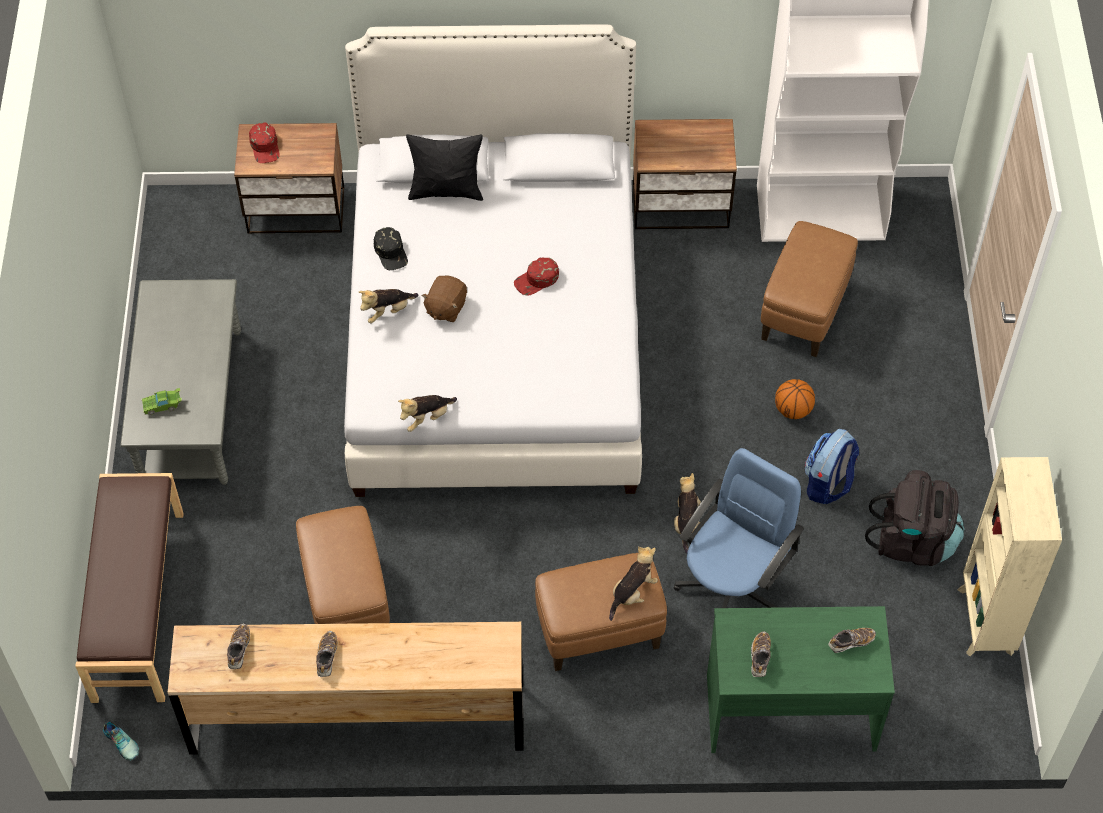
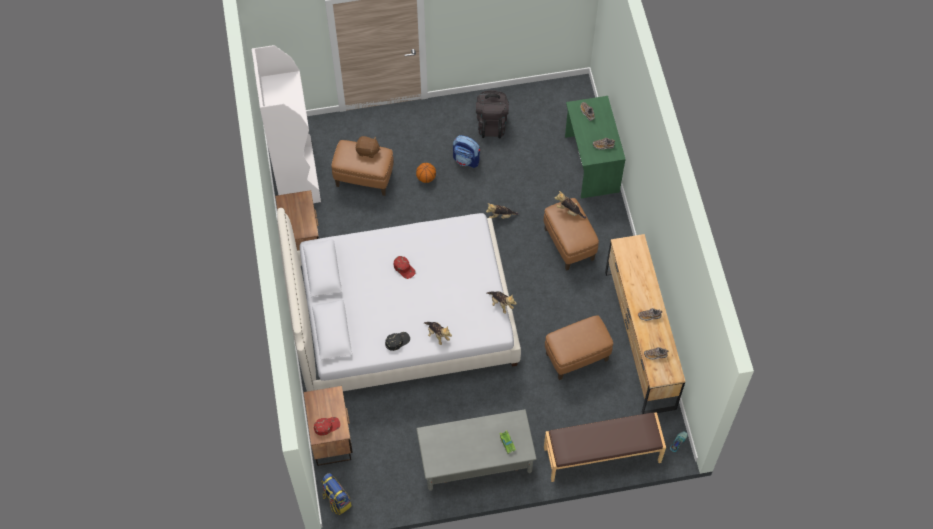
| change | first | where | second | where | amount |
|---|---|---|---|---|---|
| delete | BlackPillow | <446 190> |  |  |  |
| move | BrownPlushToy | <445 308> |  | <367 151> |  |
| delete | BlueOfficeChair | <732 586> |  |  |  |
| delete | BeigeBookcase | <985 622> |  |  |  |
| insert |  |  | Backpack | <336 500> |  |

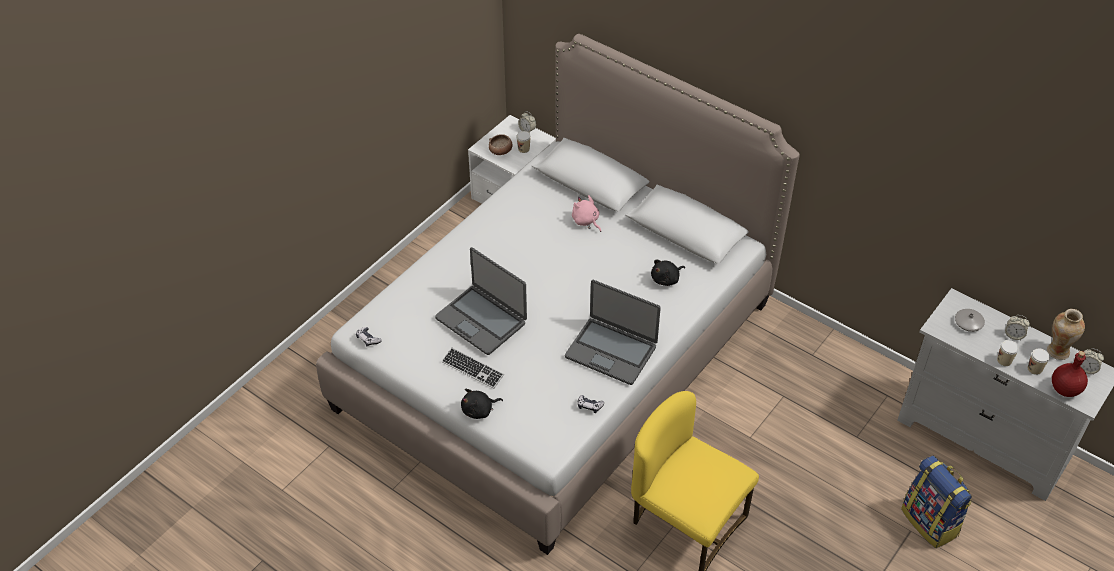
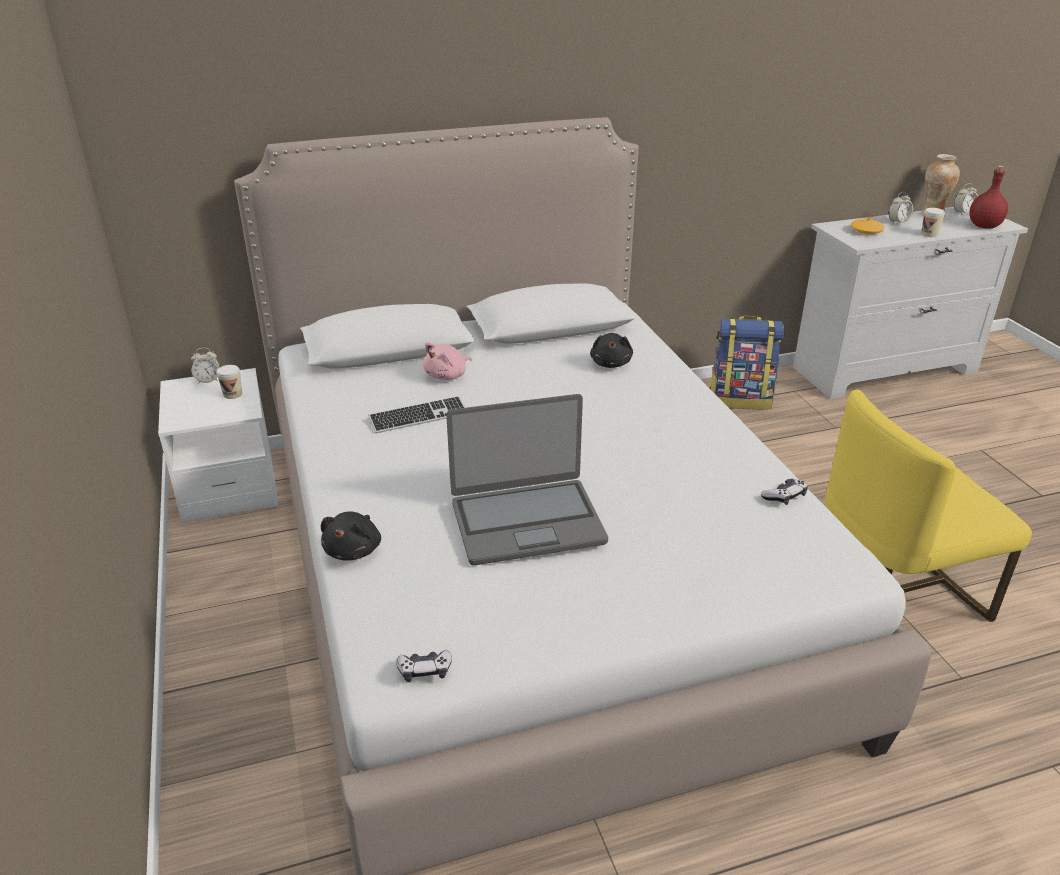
| change | first | where | second | where | amount |
|---|---|---|---|---|---|
| delete | Bowl | <501 151> |  |  |  |
| rotate | PinkPlushToy | <586 221> |  | <447 376> | 45 degrees counterclockwise |
| delete | Laptop | <611 351> |  |  |  |
| recolor | GreyVase | <968 323> | OrangeVase | <866 231> |  |
| move | Keyboard | <472 369> |  | <418 417> |  |
| delete | Cup | <1034 369> |  |  |  |
| move | BlackPlushToy | <479 410> |  | <354 550> |  |
| move | Backpack | <931 522> |  | <740 399> |  |

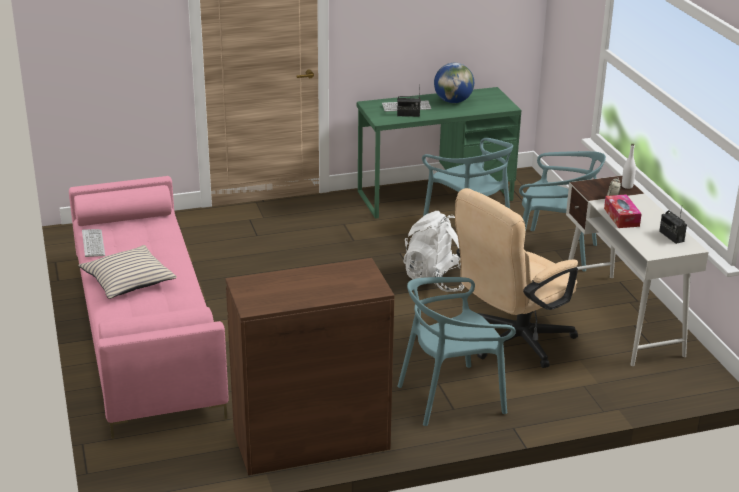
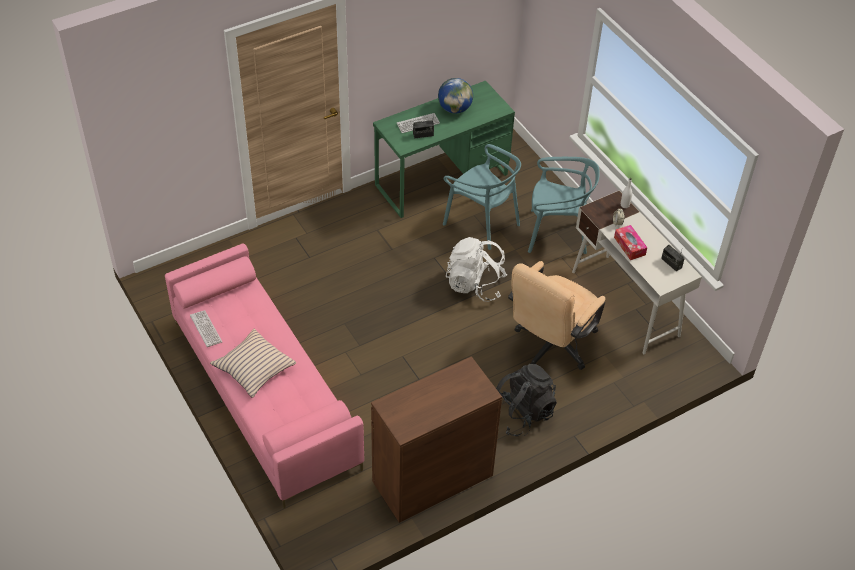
| change | first | where | second | where | amount |
|---|---|---|---|---|---|
| replace | TurquoiseChair | <451 397> | BlackBackpack | <521 413> |  |

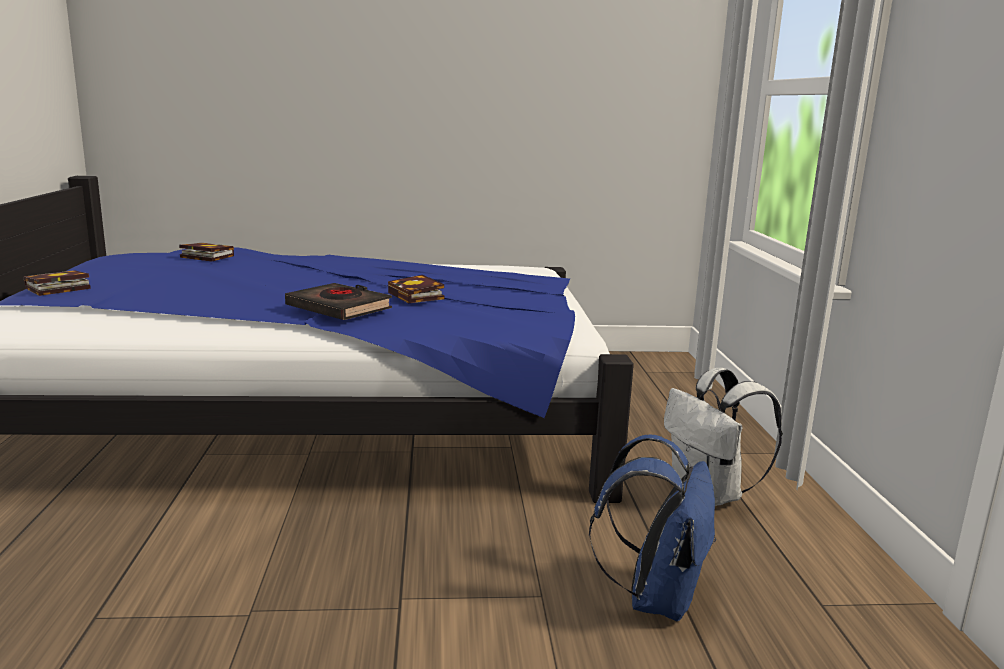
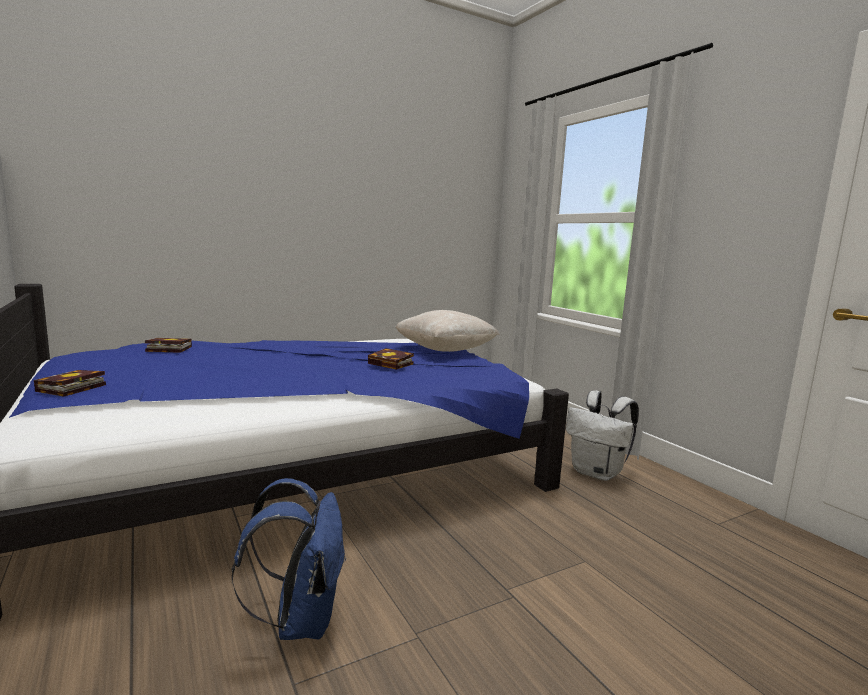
| change | first | where | second | where | amount |
|---|---|---|---|---|---|
| delete | BlackBook | <339 308> |  |  |  |
| move | BlueBackpack | <655 597> |  | <301 619> |  |
| insert |  |  | BeigePillow | <445 351> |  |

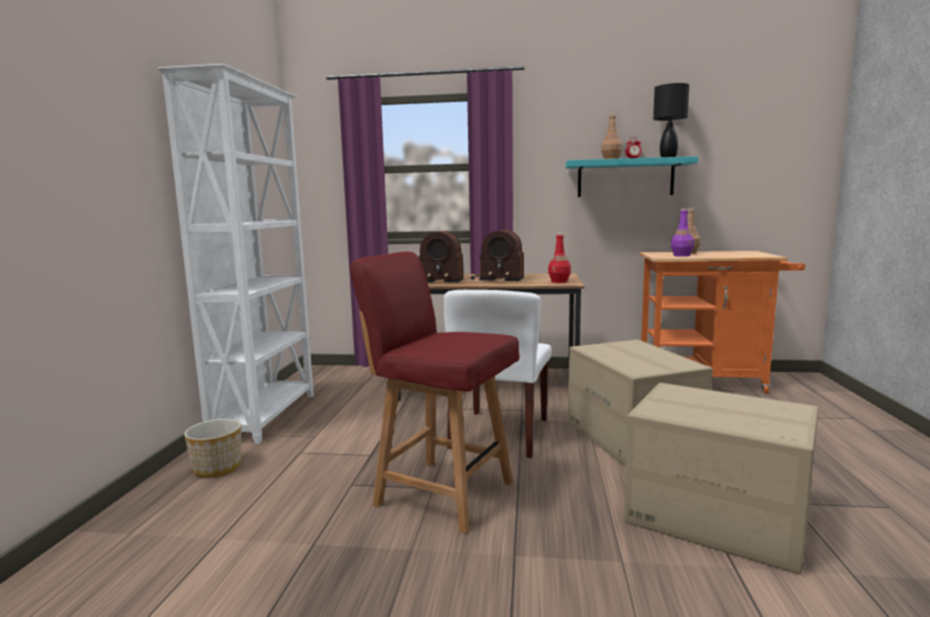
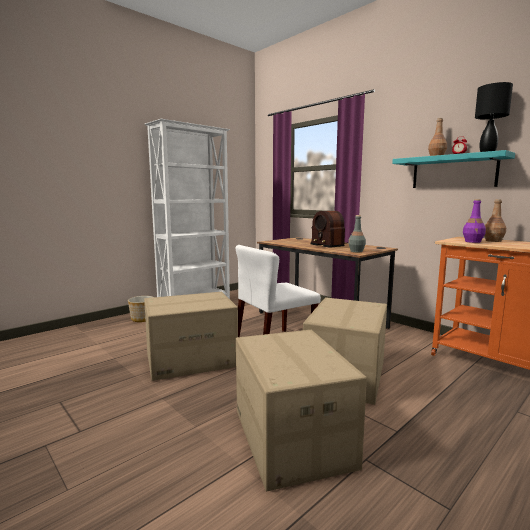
| change | first | where | second | where | amount |
|---|---|---|---|---|---|
| delete | Radio | <436 280> |  |  |  |
| recolor | RedBottle | <559 281> | GreyBottle | <356 251> |  |
| replace | RedChair | <442 492> | CardboardBox | <191 360> |  |

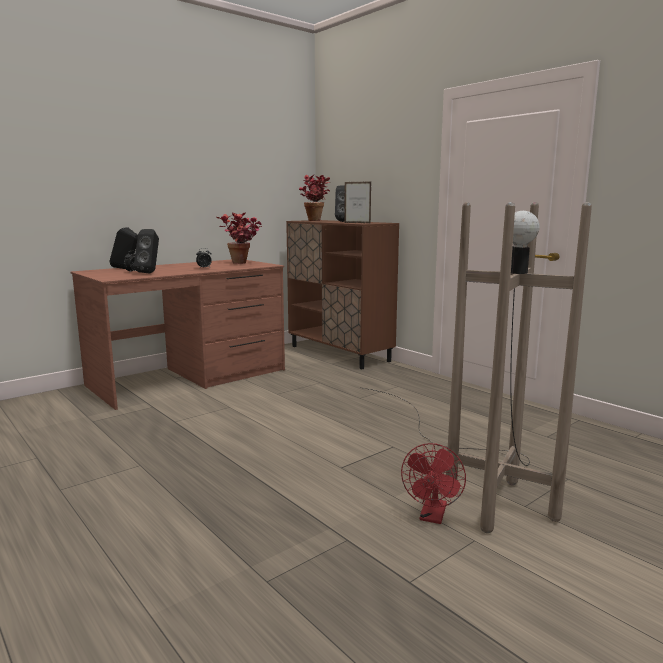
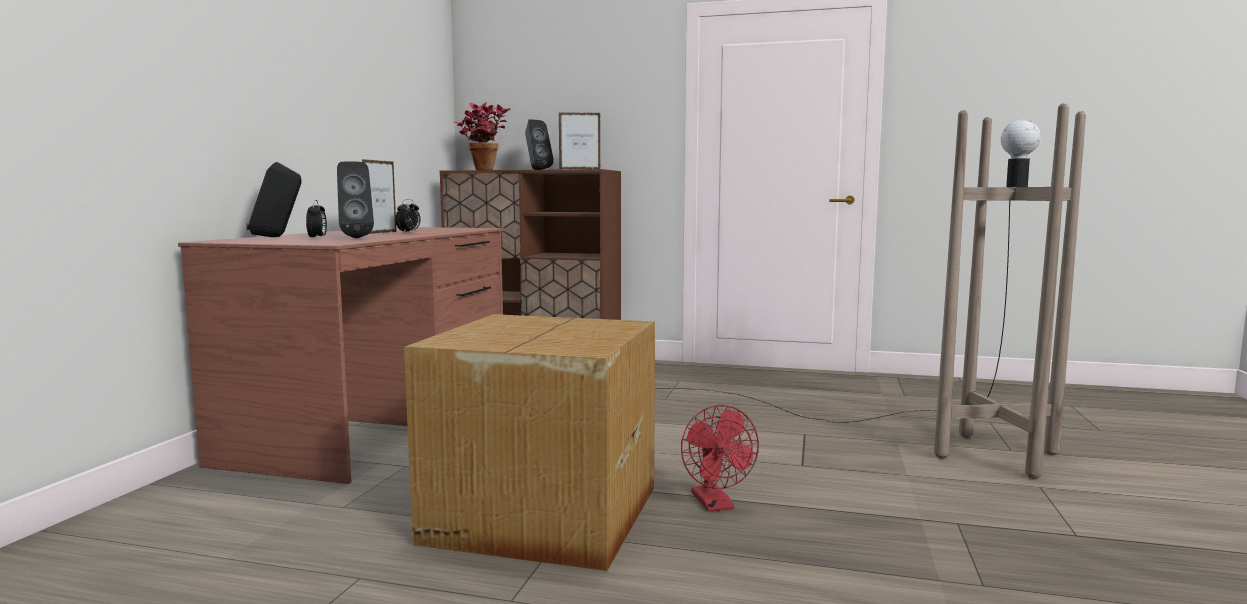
| change | first | where | second | where | amount |
|---|---|---|---|---|---|
| delete | PottedPlant | <242 263> |  |  |  |
| move | RedFan | <432 516> |  | <716 505> |  |
| insert |  |  | PictureFrame | <381 233> |  |
| insert |  |  | CardboardBox | <539 515> |  |

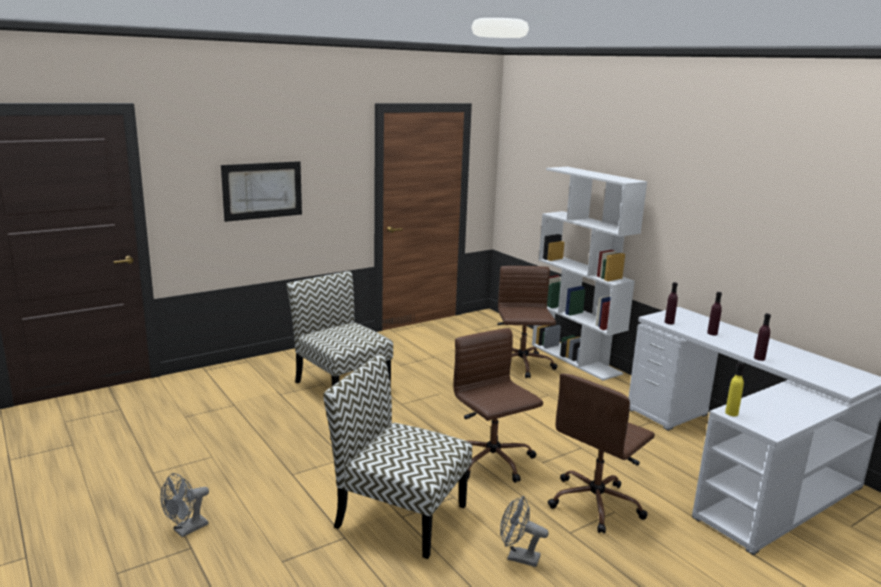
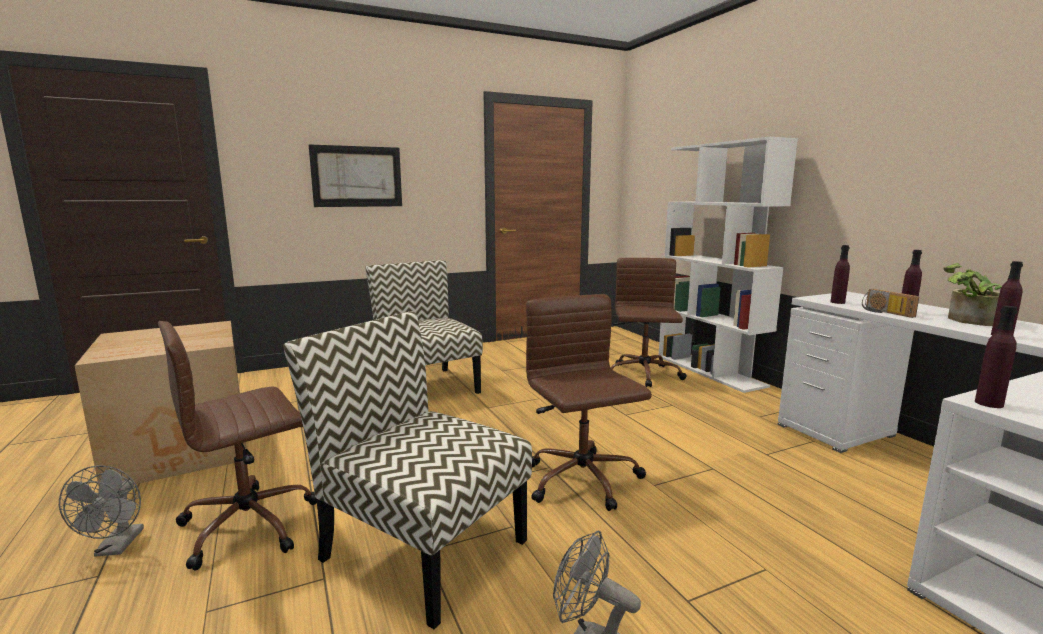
| change | first | where | second | where | amount |
|---|---|---|---|---|---|
| recolor | YellowBottle | <731 413> | PurpleBottle | <988 403> |  |
| move | BrownOfficeChair | <596 503> |  | <251 524> |  |
| rotate | GreyFan | <186 530> |  | <116 547> | 60 degrees counterclockwise |
| insert |  |  | PottedPlant | <969 321> |  |
| insert |  |  | Radio | <885 312> |  |
| insert |  |  | CardboardBox | <183 449> |  |

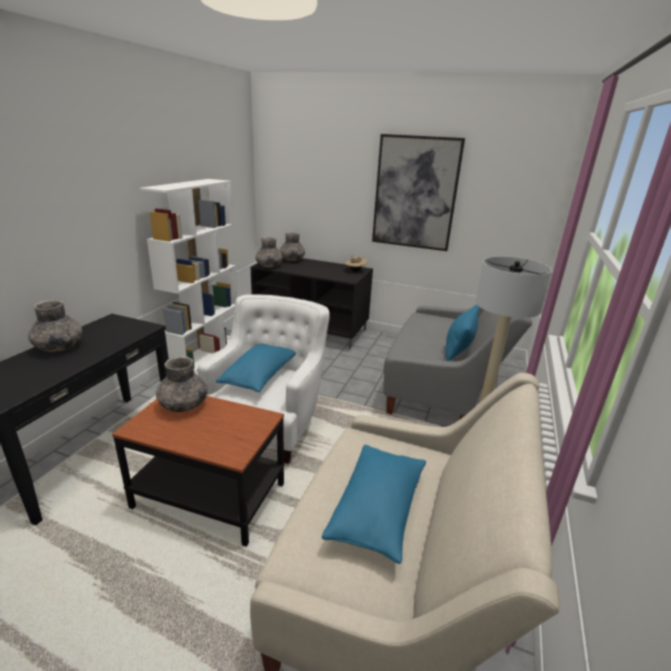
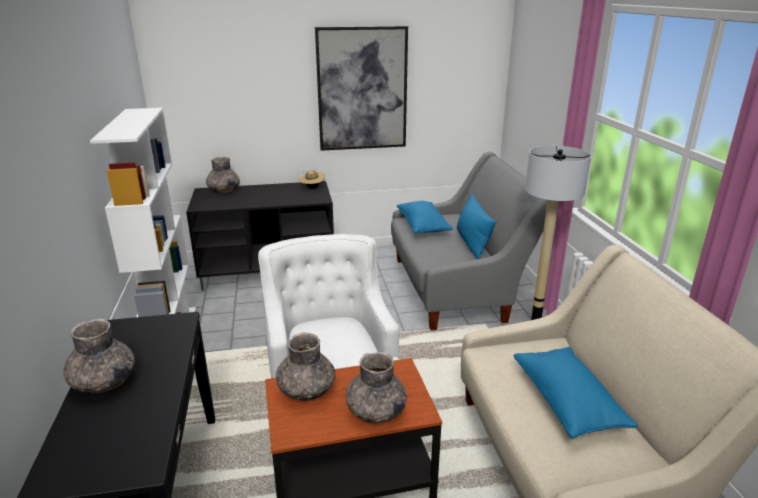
| change | first | where | second | where | amount |
|---|---|---|---|---|---|
| move | GreyVase | <269 265> |  | <376 411> |  |
| move | BluePillow | <260 376> |  | <423 226> |  |

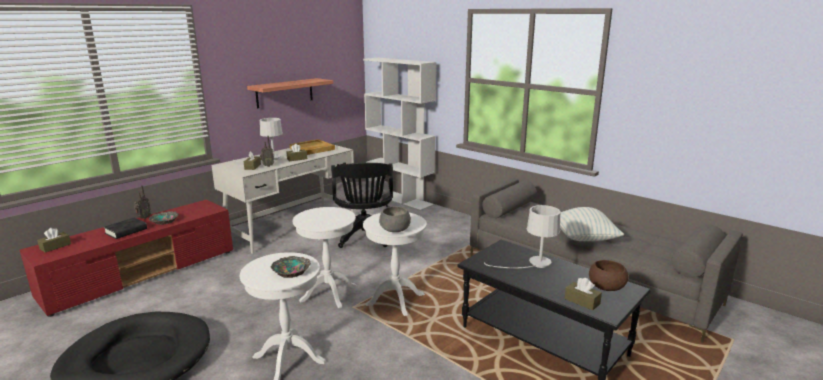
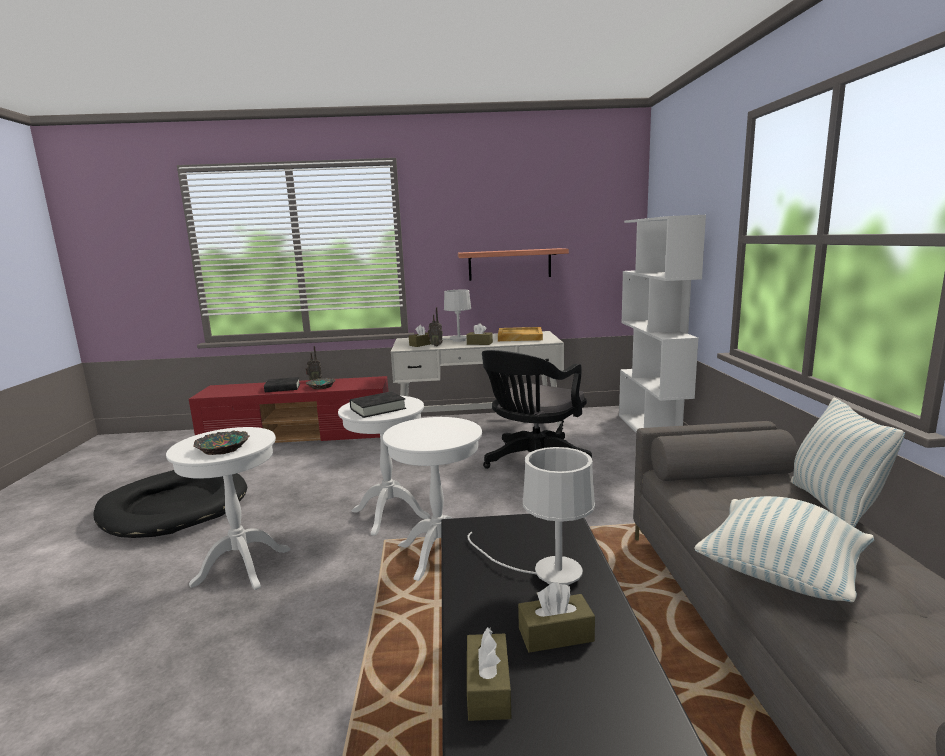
| change | first | where | second | where | amount |
|---|---|---|---|---|---|
| delete | GreyBowl | <394 229> |  |  |  |
| move | BrownTissueBox | <55 246> |  | <556 635> |  |
| delete | BrownBowl | <607 286> |  |  |  |
| insert |  |  | BlackBook | <378 409> |  |
| insert |  |  | Pillow | <833 505> |  |

